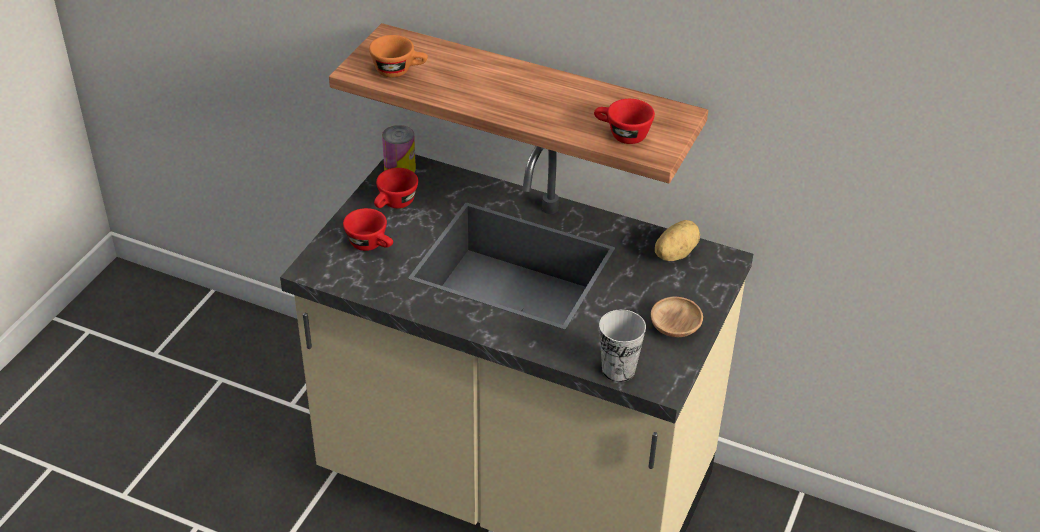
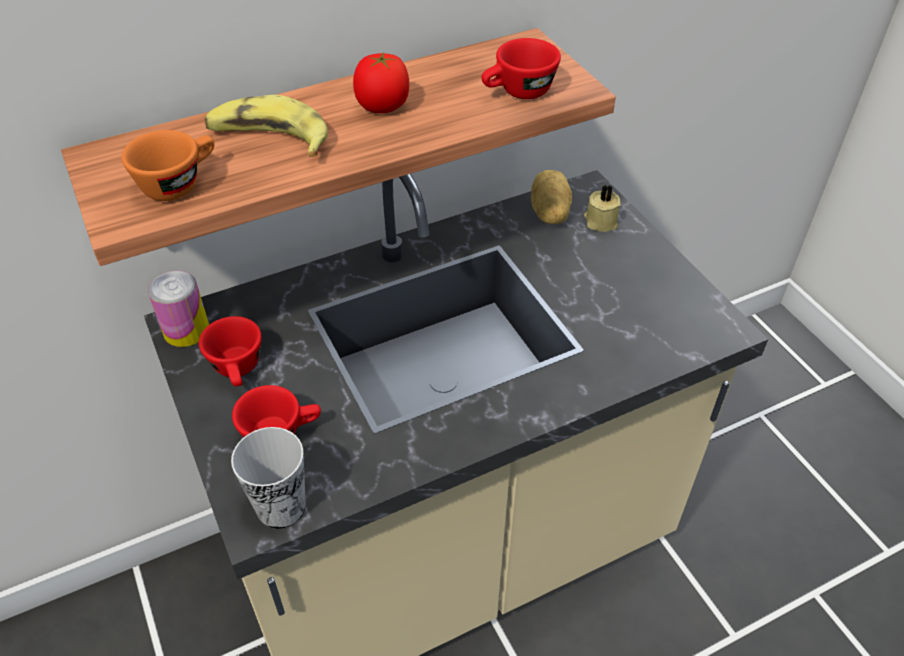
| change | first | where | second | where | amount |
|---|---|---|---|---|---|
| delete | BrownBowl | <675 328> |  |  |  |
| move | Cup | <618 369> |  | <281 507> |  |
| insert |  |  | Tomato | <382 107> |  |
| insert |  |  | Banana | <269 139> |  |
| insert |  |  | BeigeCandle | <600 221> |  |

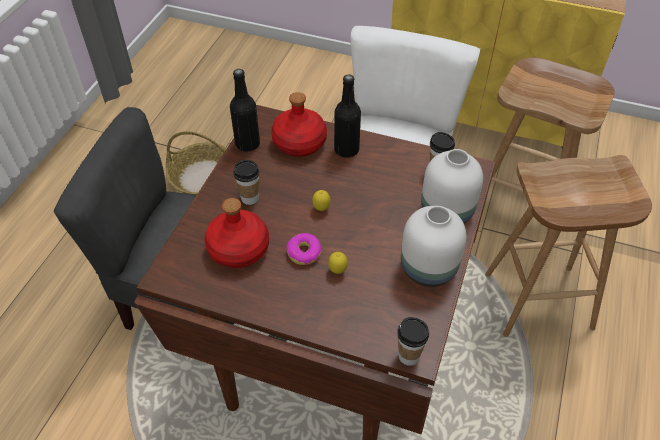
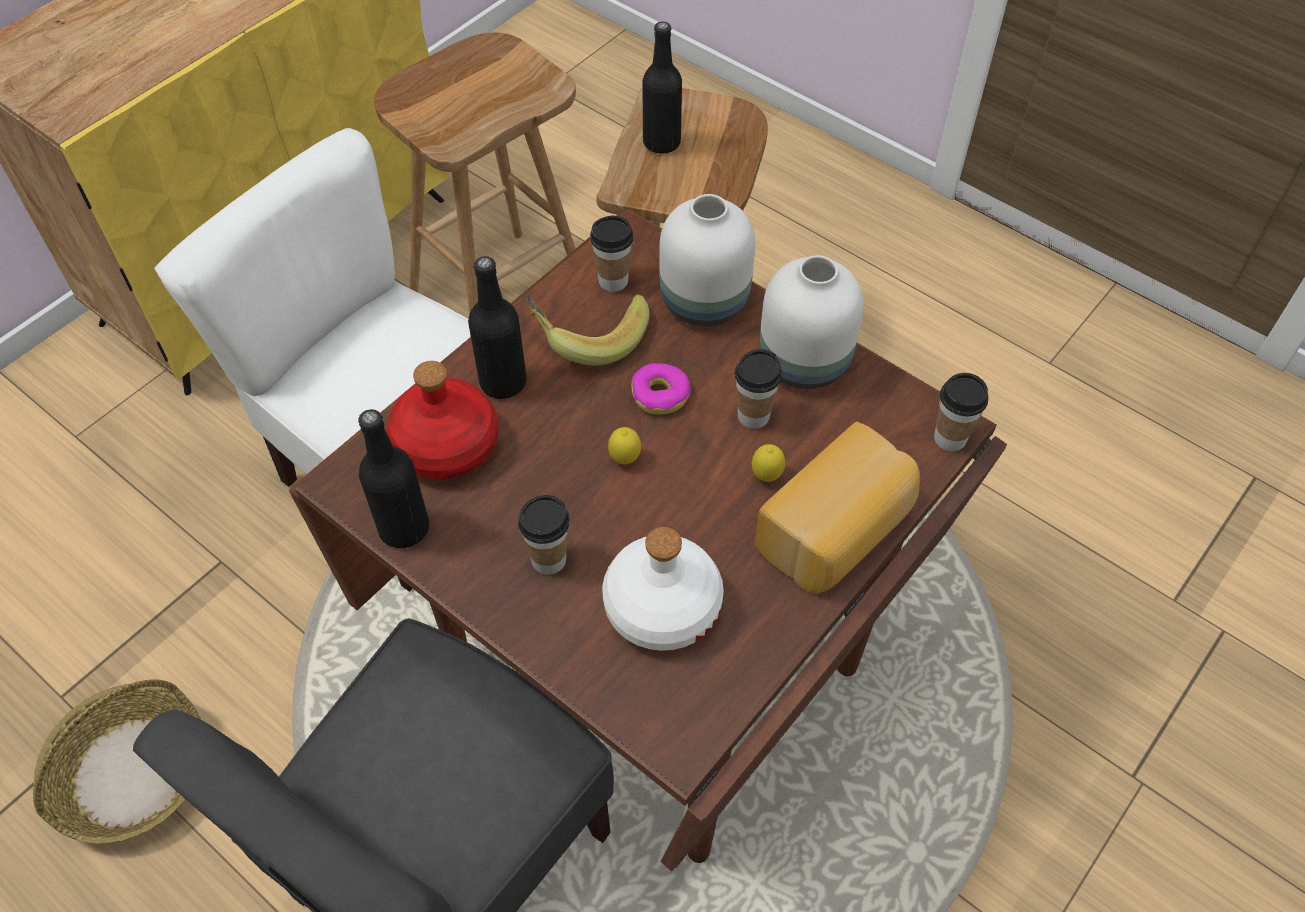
| change | first | where | second | where | amount |
|---|---|---|---|---|---|
| recolor | RedBottle | <239 248> | WhiteBottle | <661 606> |  |
| move | Donut | <304 253> |  | <660 395> |  |
| insert |  |  | BlackBottle | <661 143> |  |
| insert |  |  | Banana | <588 335> |  |
| insert |  |  | Cup | <753 416> |  |
| insert |  |  | Bread | <837 532> |  |

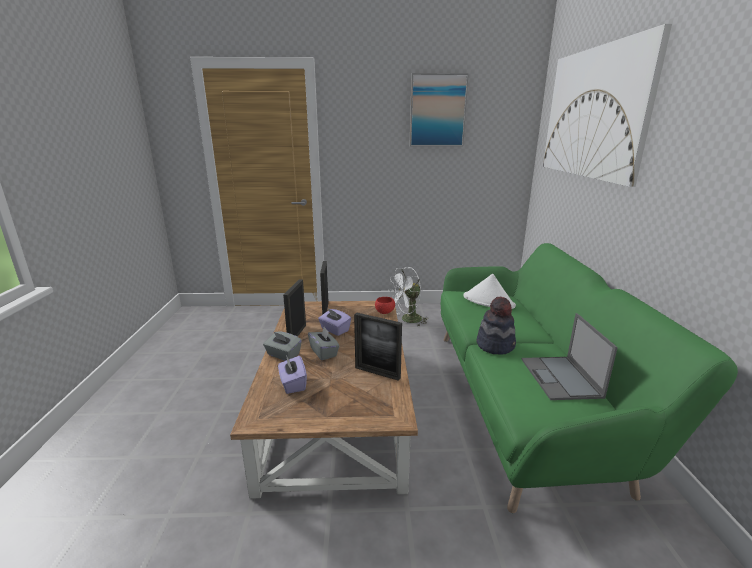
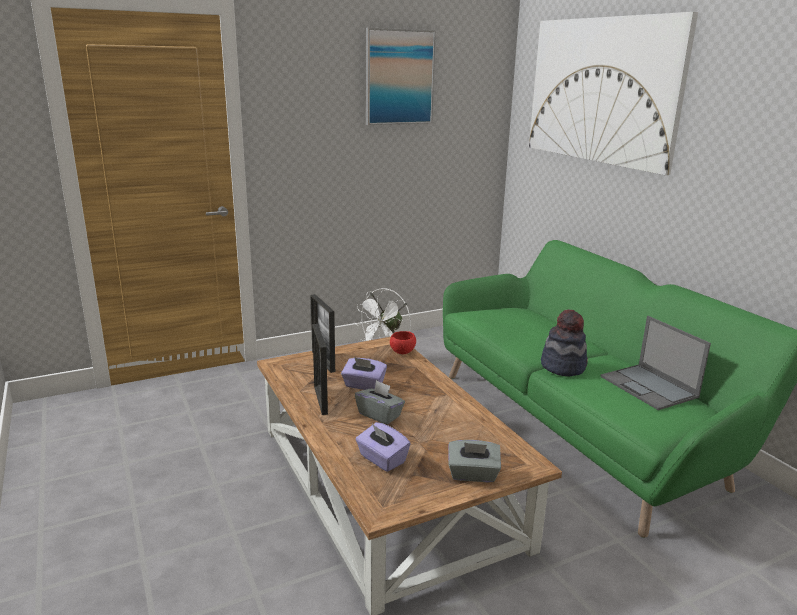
| change | first | where | second | where | amount |
|---|---|---|---|---|---|
| delete | WhiteHat | <489 301> |  |  |  |
| delete | PictureFrame | <377 373> |  |  |  |
| move | GreyTissueBox | <283 355> |  | <473 475> |  |

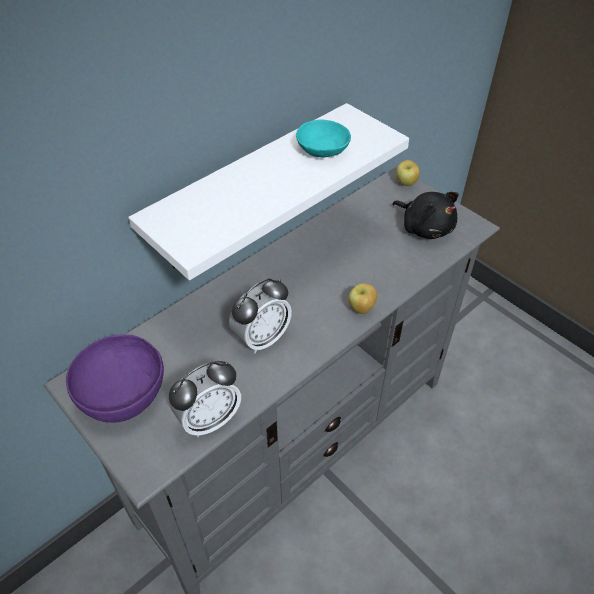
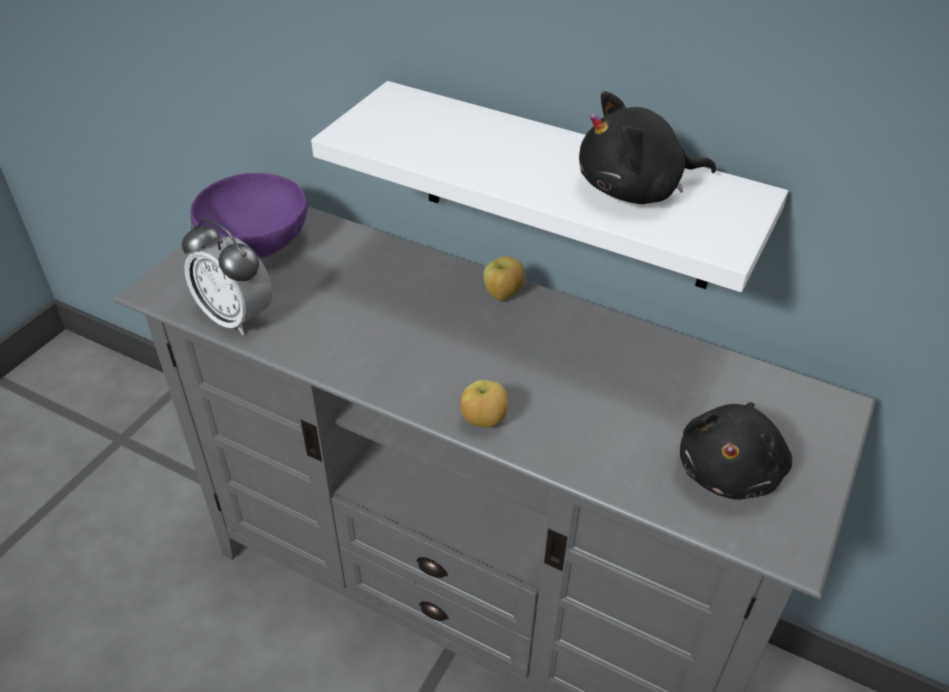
| change | first | where | second | where | amount |
|---|---|---|---|---|---|
| replace | TurquoiseBowl | <324 148> | BlackPlushToy | <635 190> |  |
| move | Apple | <406 183> |  | <503 295> |  |
| delete | AlarmClock | <262 338> |  |  |  |

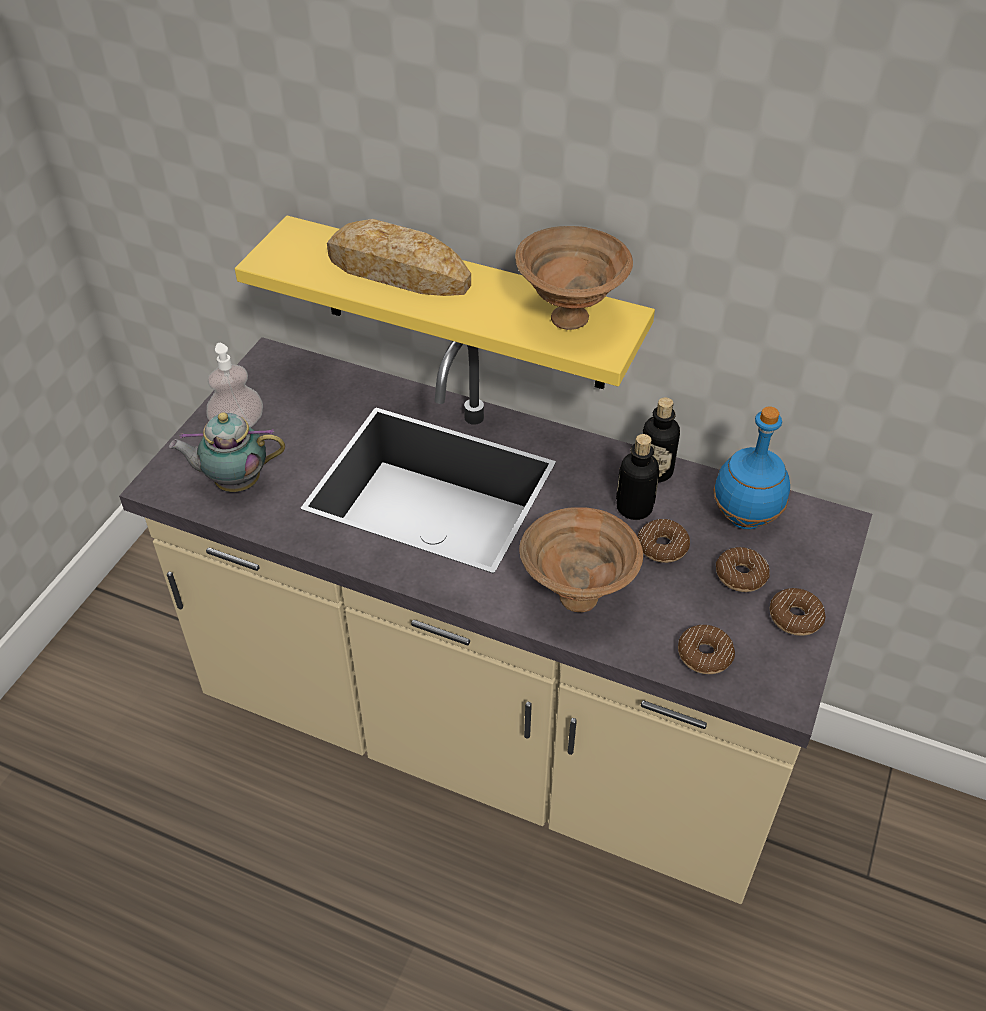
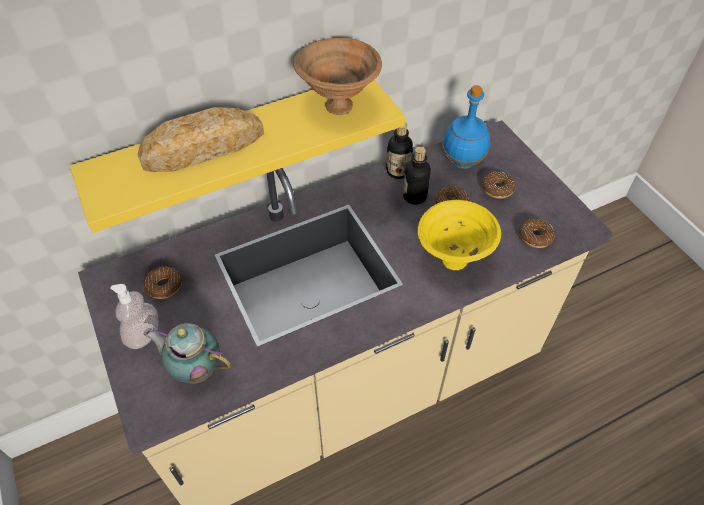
| change | first | where | second | where | amount |
|---|---|---|---|---|---|
| rotate | Teapot | <234 482> |  | <195 368> | 75 degrees clockwise |
| recolor | BrownBowl | <575 597> | YellowBowl | <452 261> |  |
| move | Donut | <795 617> |  | <164 286> |  |

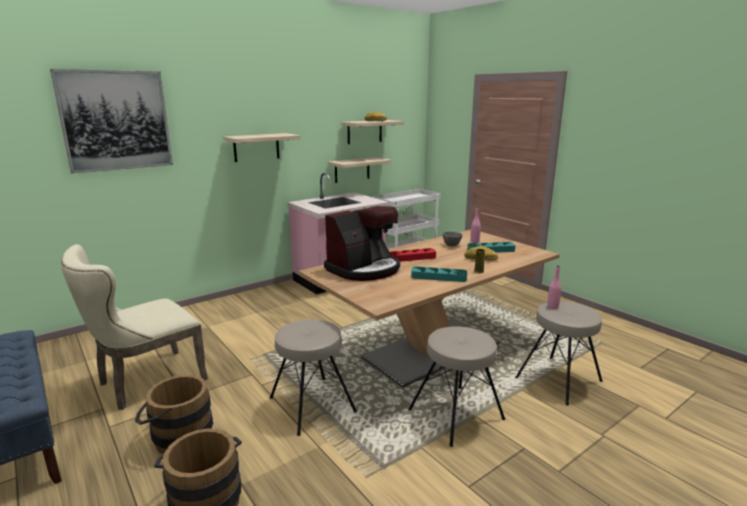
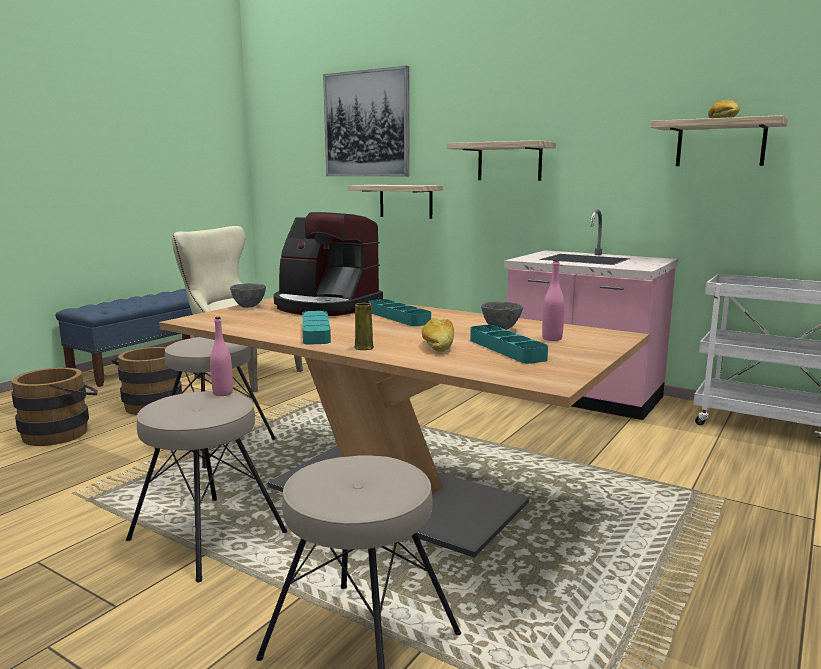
| change | first | where | second | where | amount |
|---|---|---|---|---|---|
| move | Shelf | <352 169> |  | <406 201> |  |
| recolor | RedTray | <411 258> | TurquoiseTray | <398 317> |  |
| move | PinkBottle | <552 306> |  | <223 393> |  |
| insert |  |  | GreyBowl | <249 306> |  |

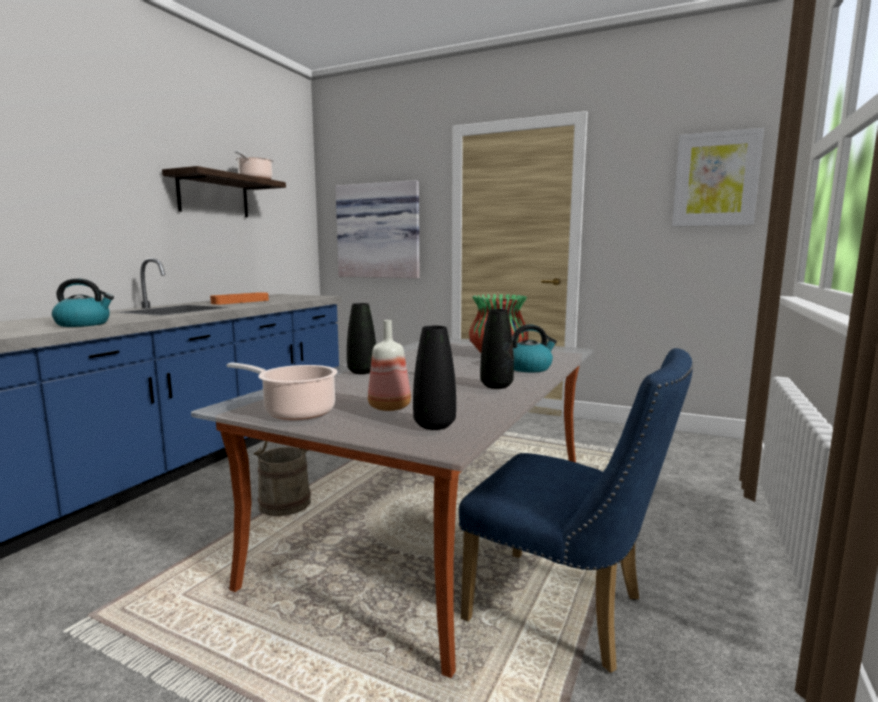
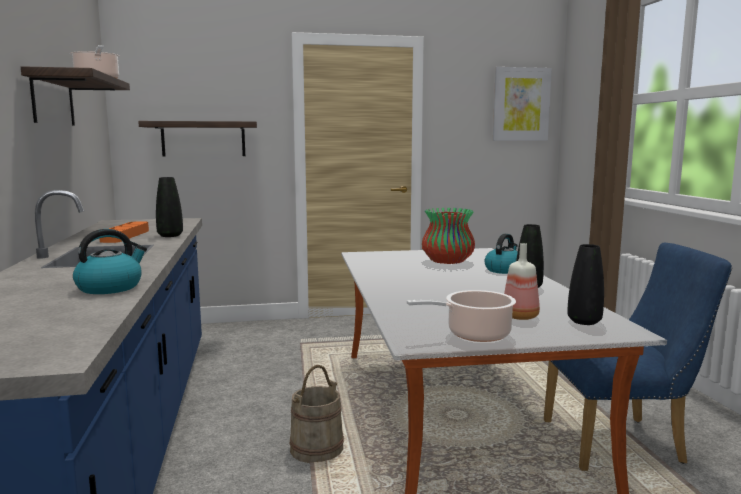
| change | first | where | second | where | amount |
|---|---|---|---|---|---|
| replace | Picture | <379 231> | Shelf | <203 139> |  |
| move | BlackVase | <362 372> |  | <170 235> |  |

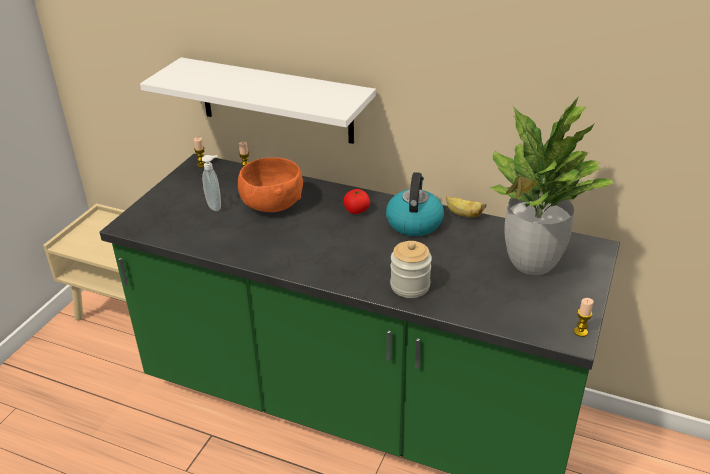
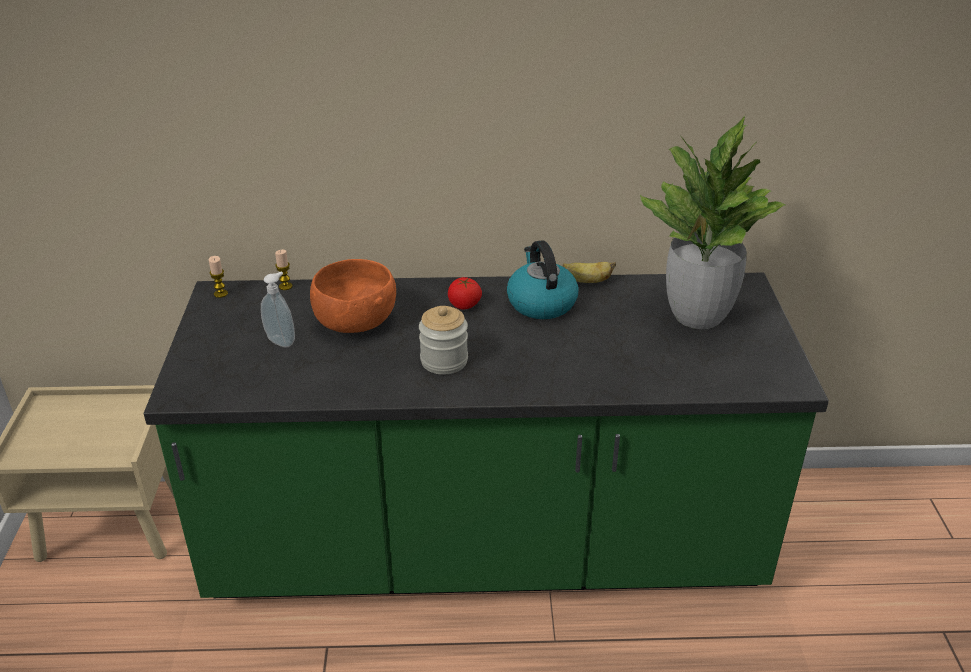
| change | first | where | second | where | amount |
|---|---|---|---|---|---|
| delete | WhiteShelf | <276 101> |  |  |  |
| move | Jar | <410 286> |  | <444 361> |  |
| delete | Candle | <580 332> |  |  |  |

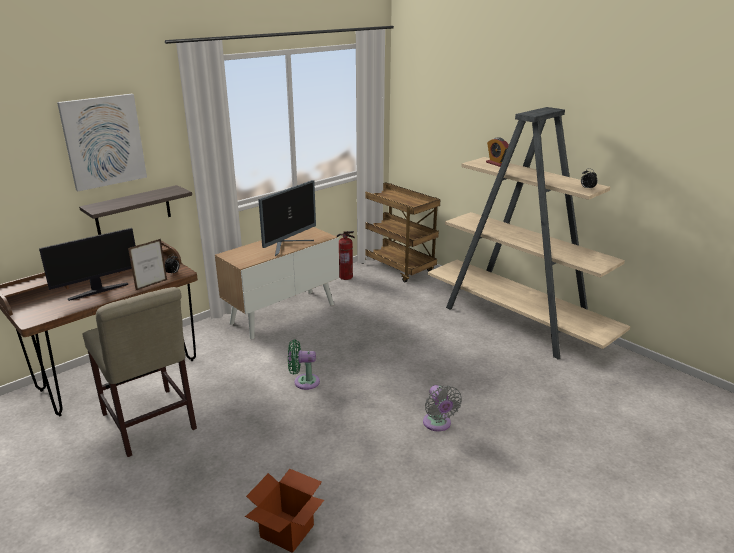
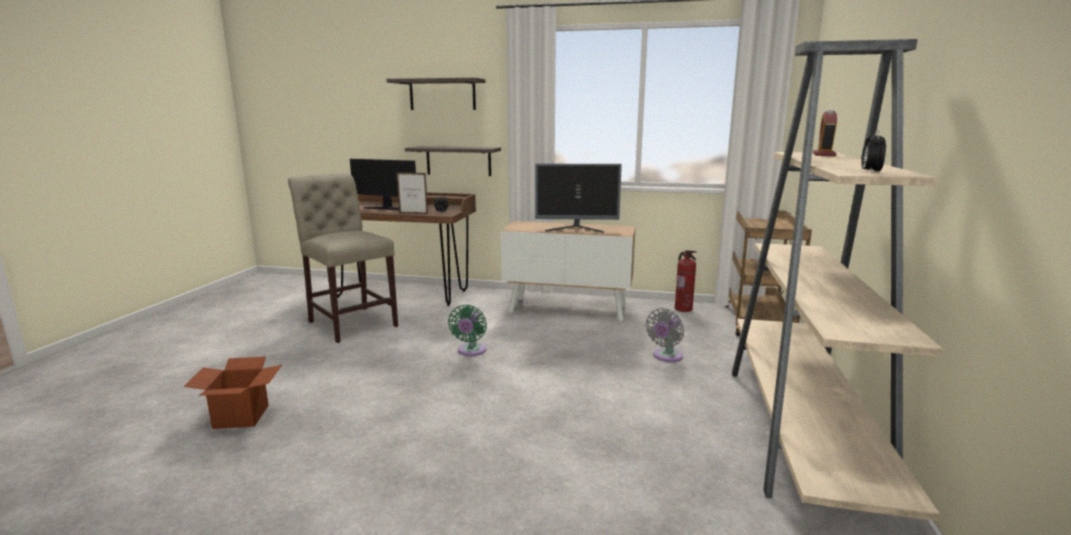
| change | first | where | second | where | amount |
|---|---|---|---|---|---|
| replace | Picture | <103 141> | Shelf | <442 94> |  |
| rotate | BeigeChair | <150 424> |  | <350 322> | 120 degrees clockwise |
| rotate | GreenFan | <304 382> |  | <471 351> | 135 degrees counterclockwise |
| move | GreyFan | <438 424> |  | <666 357> |  |

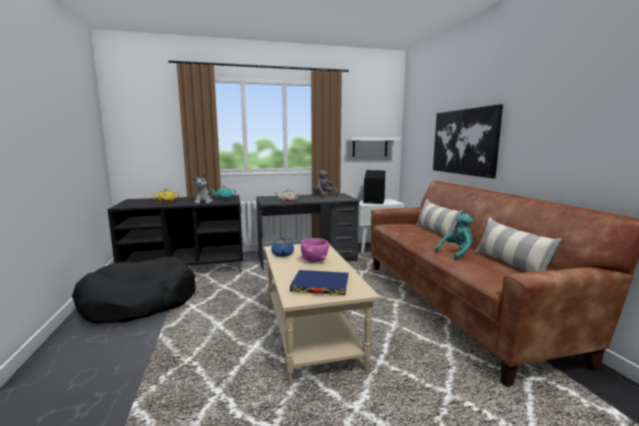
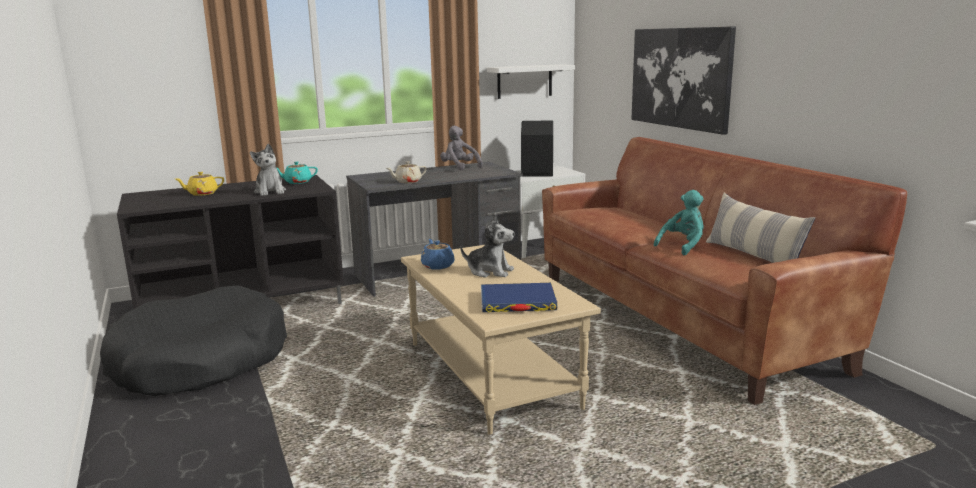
| change | first | where | second | where | amount |
|---|---|---|---|---|---|
| delete | Pillow | <436 232> |  |  |  |
| replace | PinkBowl | <314 261> | PlushToy | <490 271> |  |

